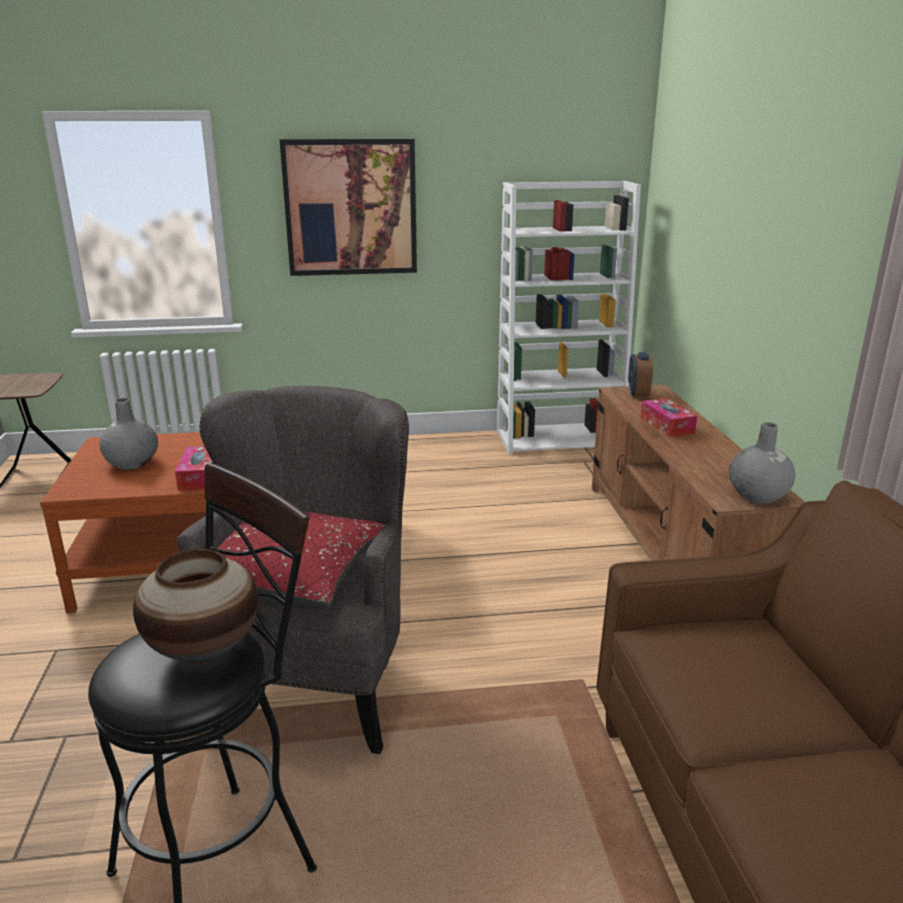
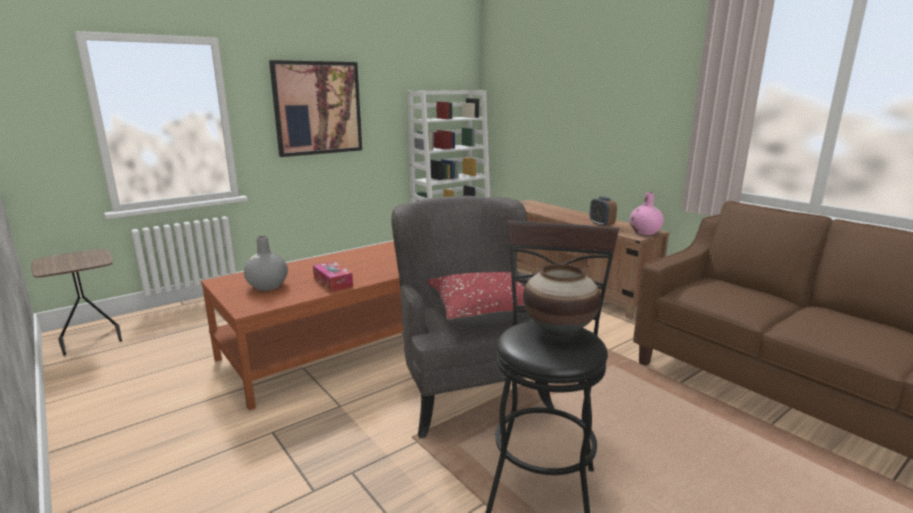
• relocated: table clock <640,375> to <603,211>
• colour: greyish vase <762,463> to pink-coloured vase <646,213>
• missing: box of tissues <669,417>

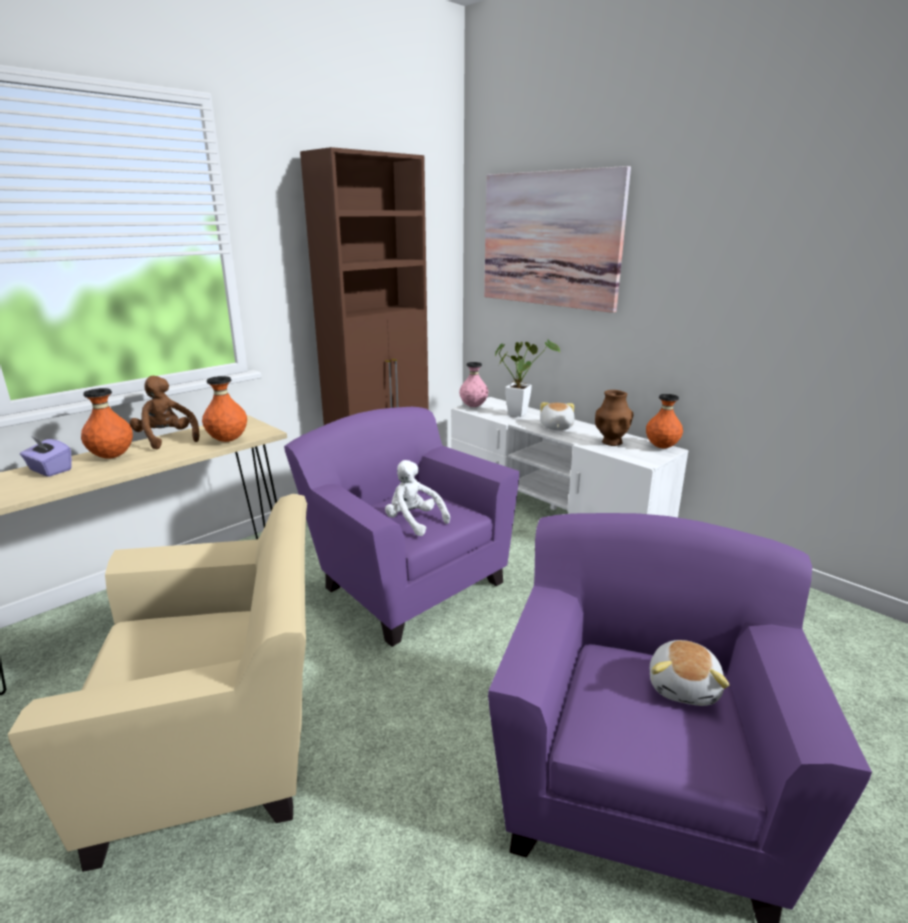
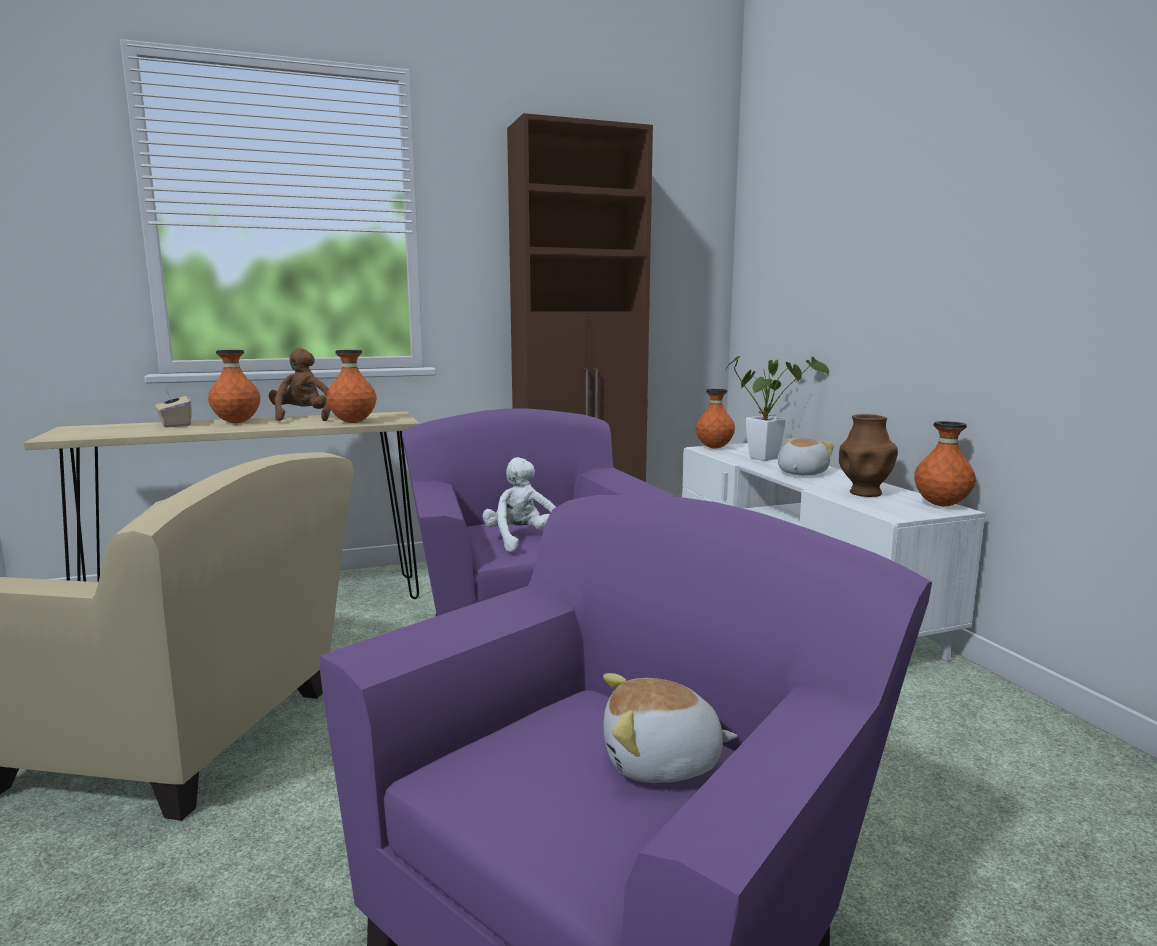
• colour: purple-coloured box of tissues <46,457> to beige box of tissues <173,408>
• spun: cuddly toy <689,673> = <670,728> 45 degrees clockwise
• colour: pink-coloured vase <473,384> to orange-coloured vase <715,419>
• missing: wall picture <557,239>

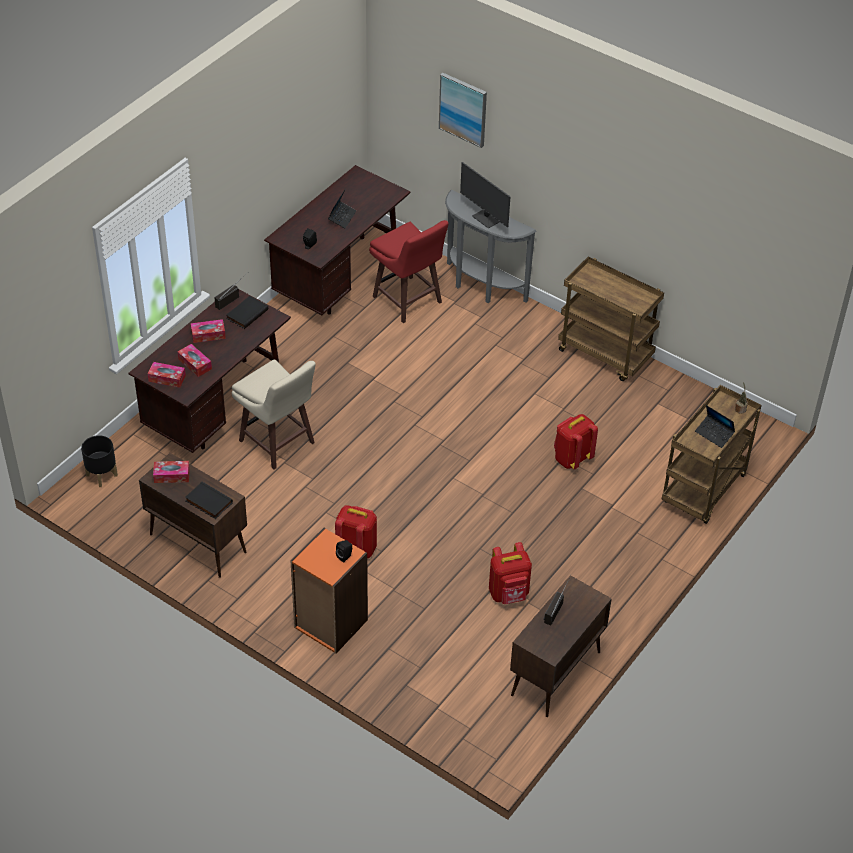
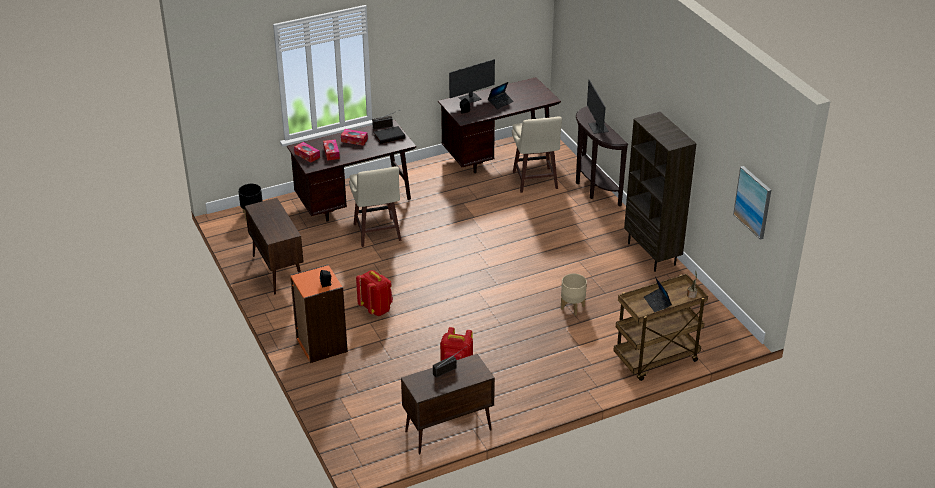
• appeared: computer display <472,81>
• colour: red stool <409,271> to beige stool <537,155>
• exchanged: red rucksack <576,441> to beige flower pot <574,294>
• colour: greyish hall table <491,247> to brown-coloured hall table <602,156>
• exchanged: brown-coloured cart <611,319> to brown-coloured bookcase <660,192>
• relocated: wall picture <463,110> to <752,203>
• missing: box of tissues <171,472>
• missing: blackish bound book <209,500>

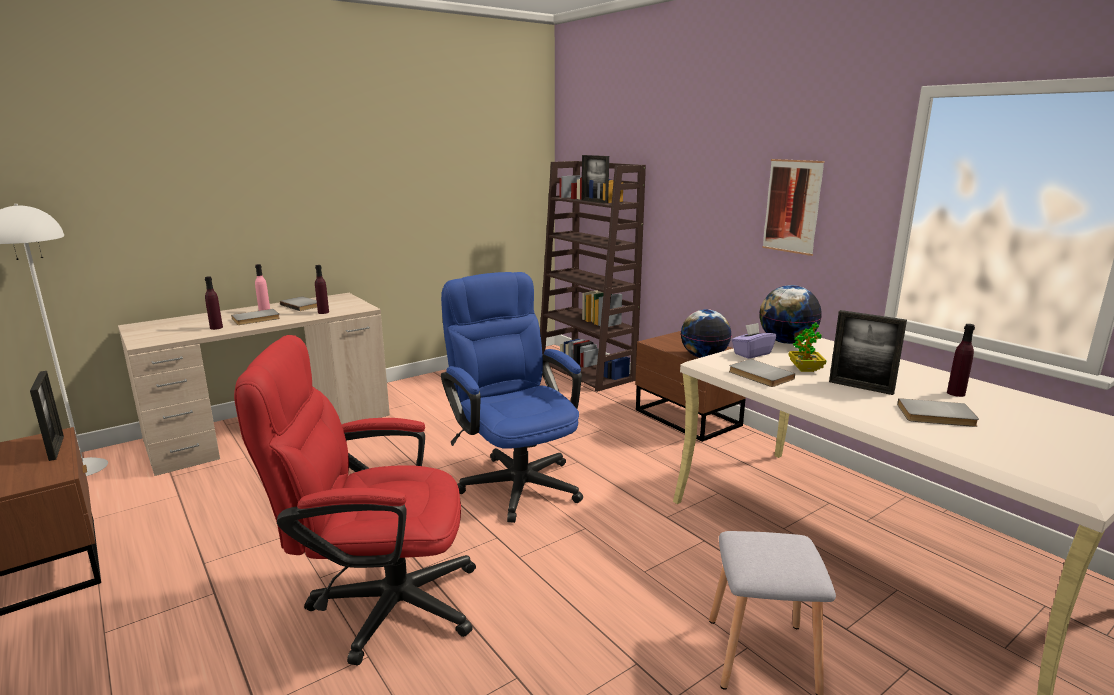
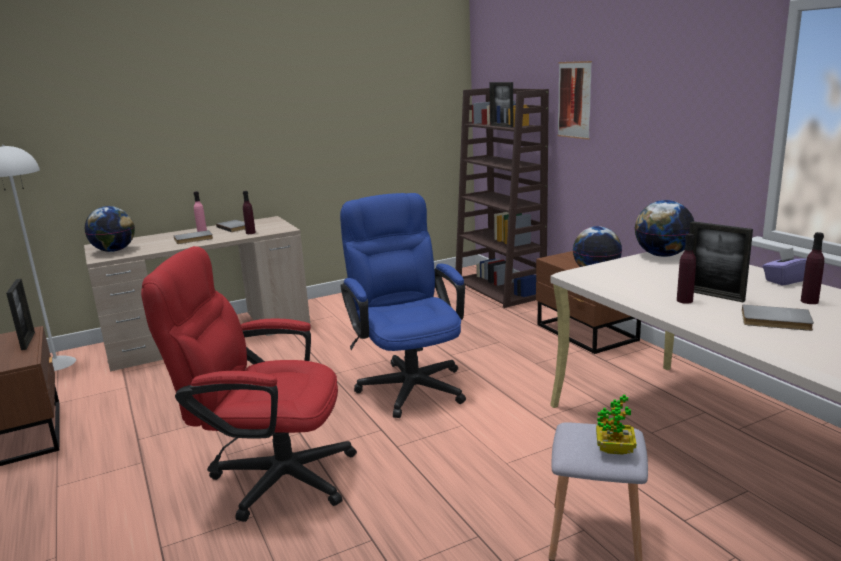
• appeared: desk globe <110,229>
• relocated: wall picture <793,207> to <575,100>
• relocated: plant in a pot <807,347> to <616,424>
• relocated: purple-coloured beverage bottle <214,303> to <686,269>
• relocated: purple-coloured box of tissues <754,341> to <785,267>
• missing: greyish bound book <762,373>

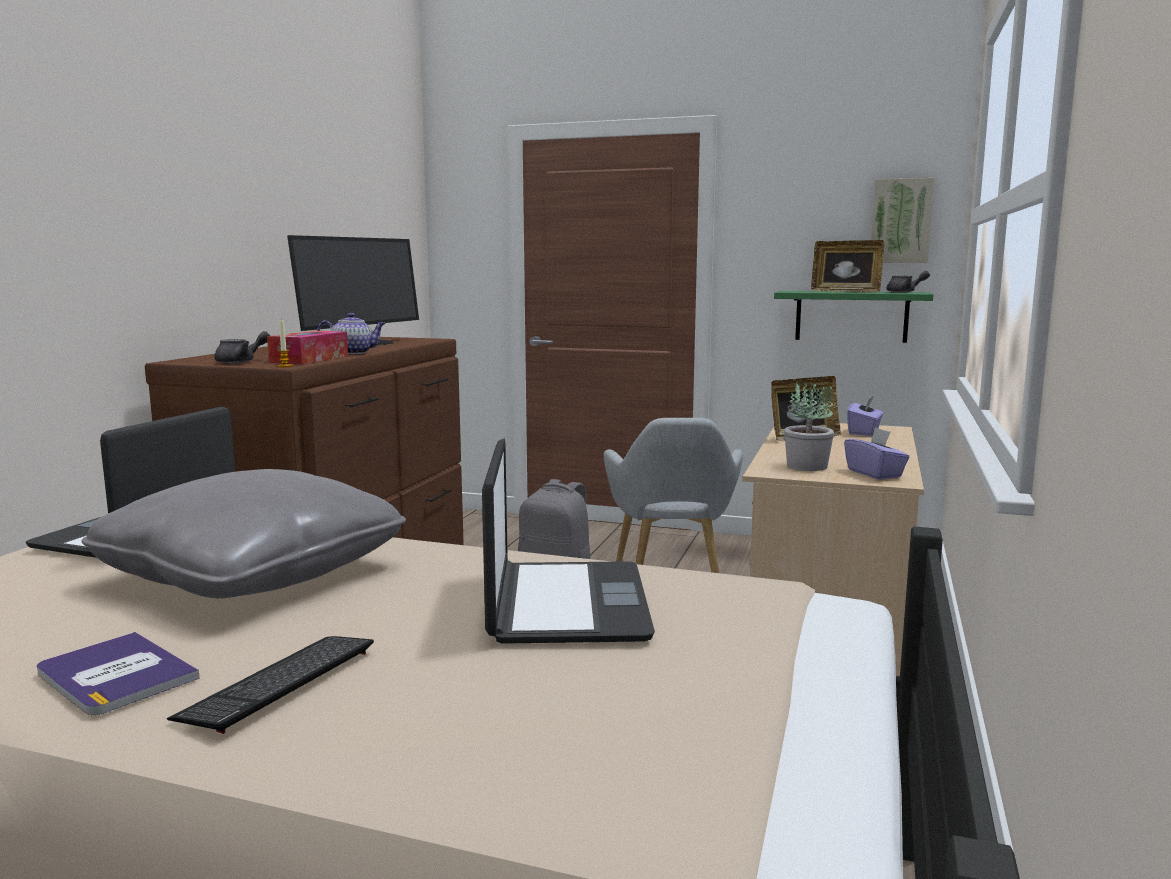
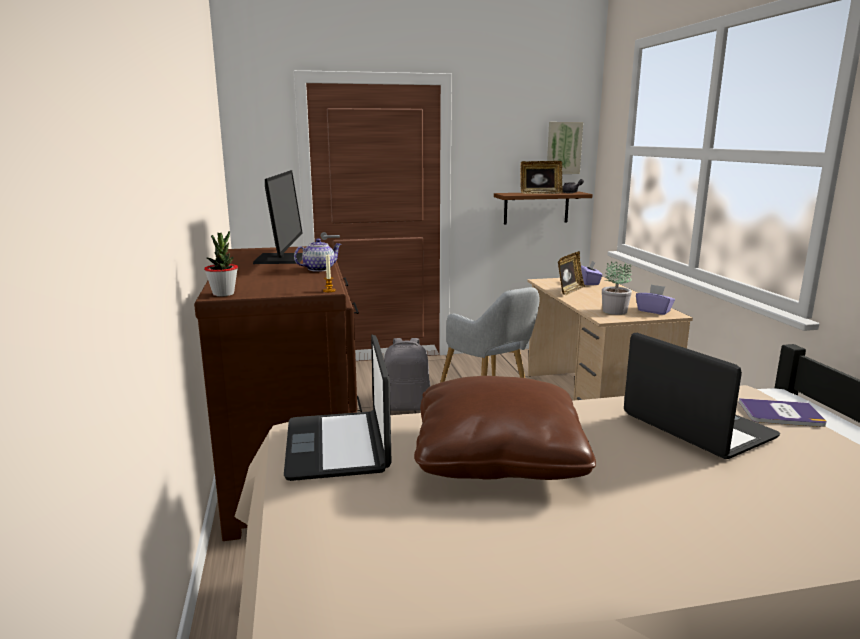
• appeared: plant in a pot <221,264>
• colour: greyish cushion <244,533> to brown-coloured cushion <505,428>
• colour: green-coloured bracket shelf <853,317> to brown-coloured bracket shelf <543,208>
• relocated: bound book <118,673> to <783,412>
• missing: keyboard <270,685>
• missing: greyish teapot <242,347>
• missing: box of tissues <307,347>

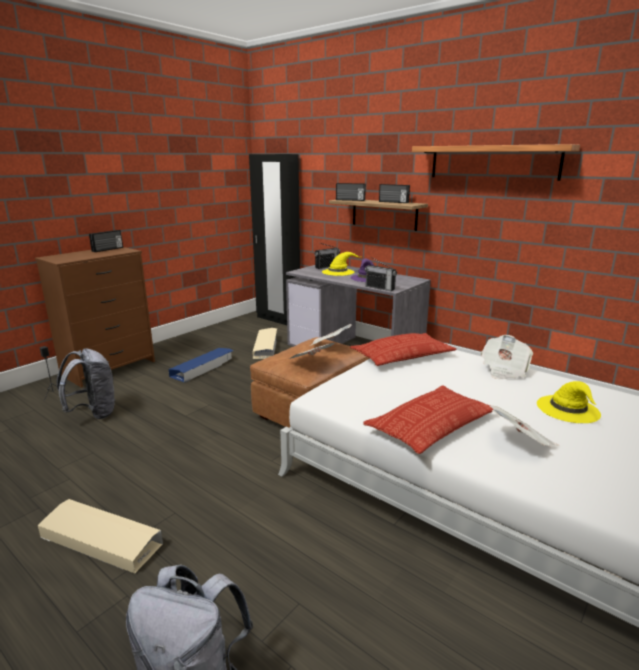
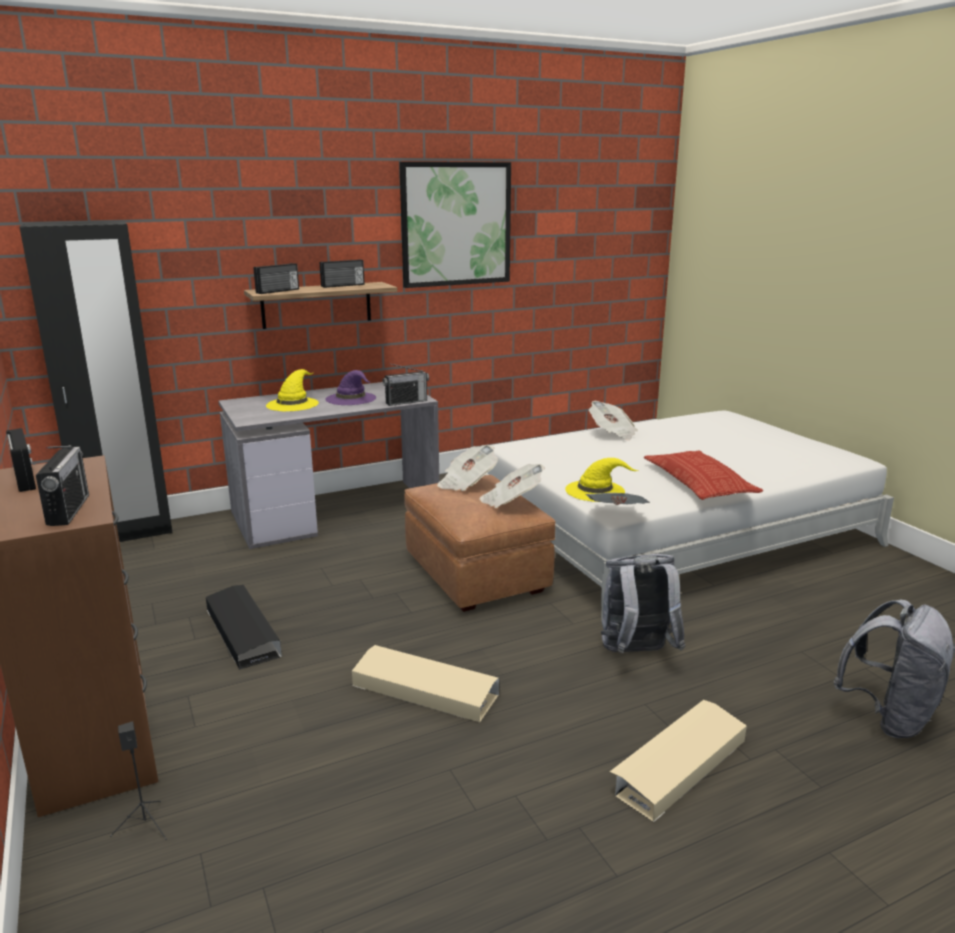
• relocated: radio set <327,256> to <62,485>
• colour: blue-coloured storage box <200,365> to blackish storage box <244,627>
• relocated: beige storage box <265,343> to <425,683>
• exchanged: bracket shelf <496,162> to wall picture <455,225>
• relocated: yellow wearable hat <569,402> to <602,480>
• relocated: printed paper <524,426> to <617,499>
• relocated: greyish rucksack <86,384> to <643,603>
• missing: cushion <403,349>

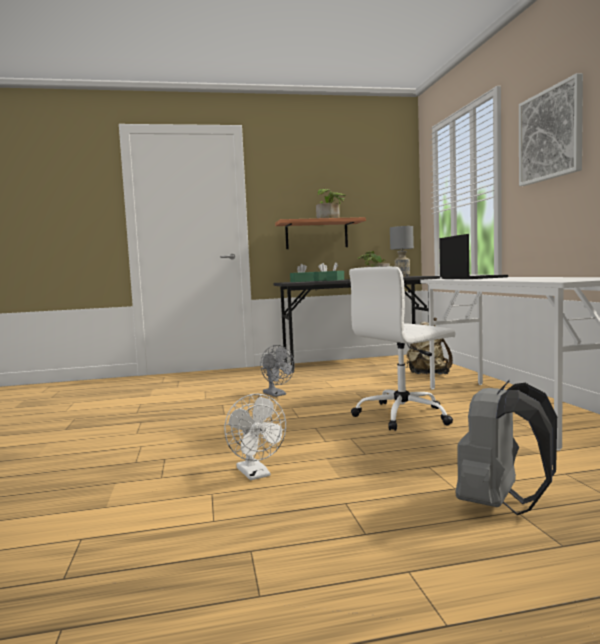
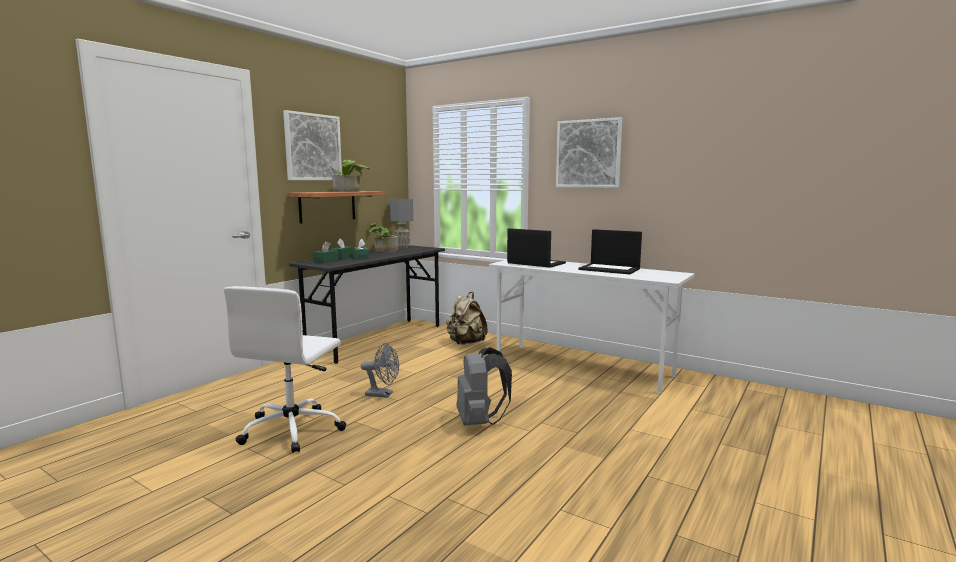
• relocated: white desk chair <402,348> to <285,369>
• appeared: wall picture <312,145>
• relocated: greyish rucksack <506,447> to <484,386>
• appeared: laptop <610,251>
• missing: white cooling fan <255,437>

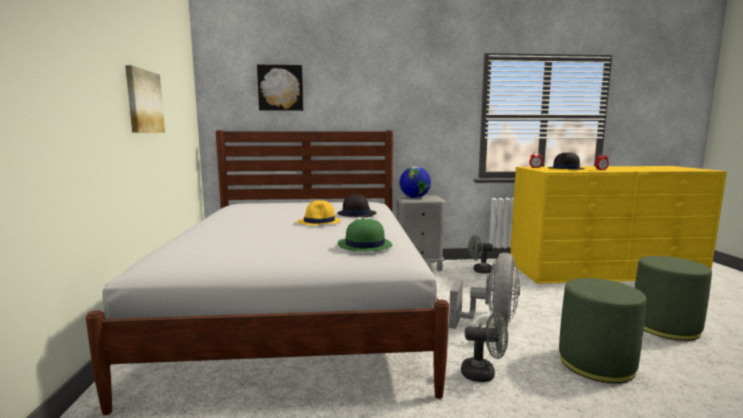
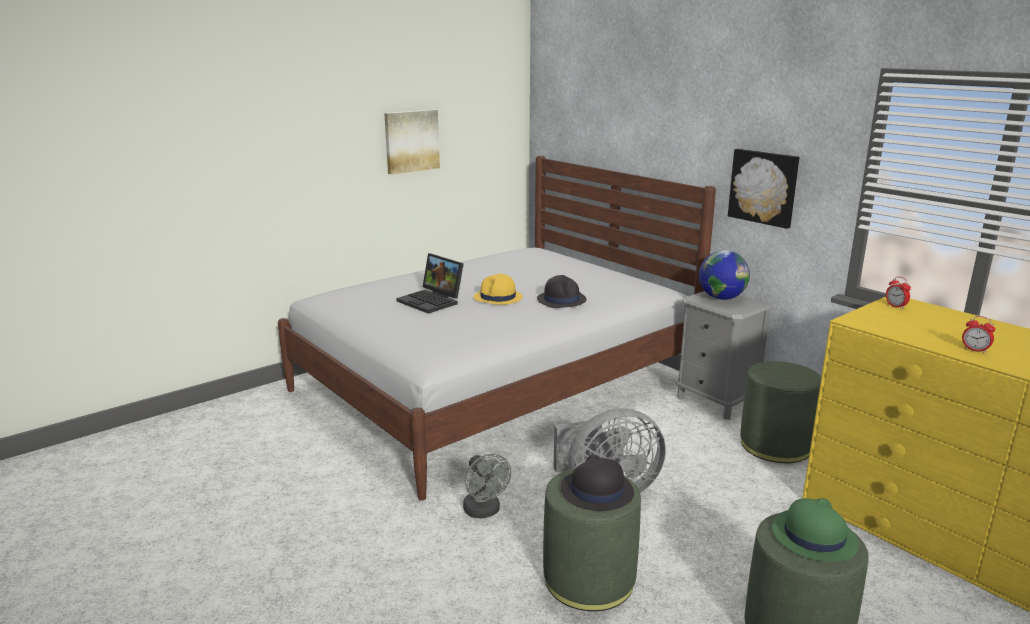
• appeared: laptop <430,283>
• relocated: blackish wearable hat <566,161> to <597,482>
• relocated: wall picture <280,88> to <763,189>
• exchanged: greyish cooling fan <480,254> to green-coloured footrest <780,412>
• relocated: green-coloured wearable hat <365,234> to <815,530>

